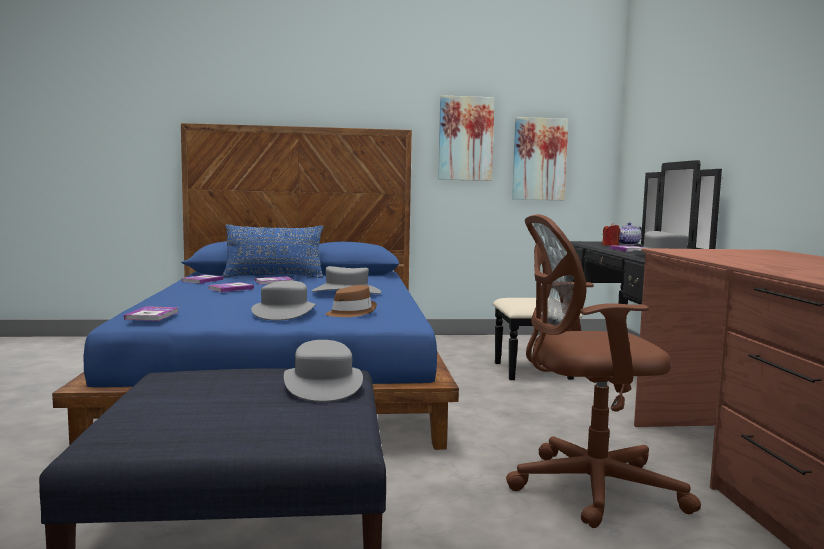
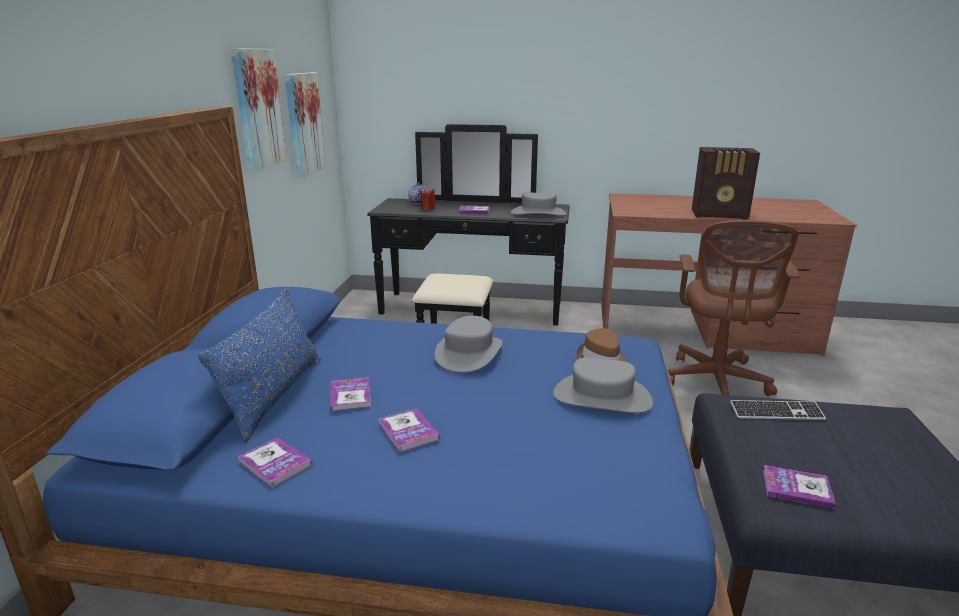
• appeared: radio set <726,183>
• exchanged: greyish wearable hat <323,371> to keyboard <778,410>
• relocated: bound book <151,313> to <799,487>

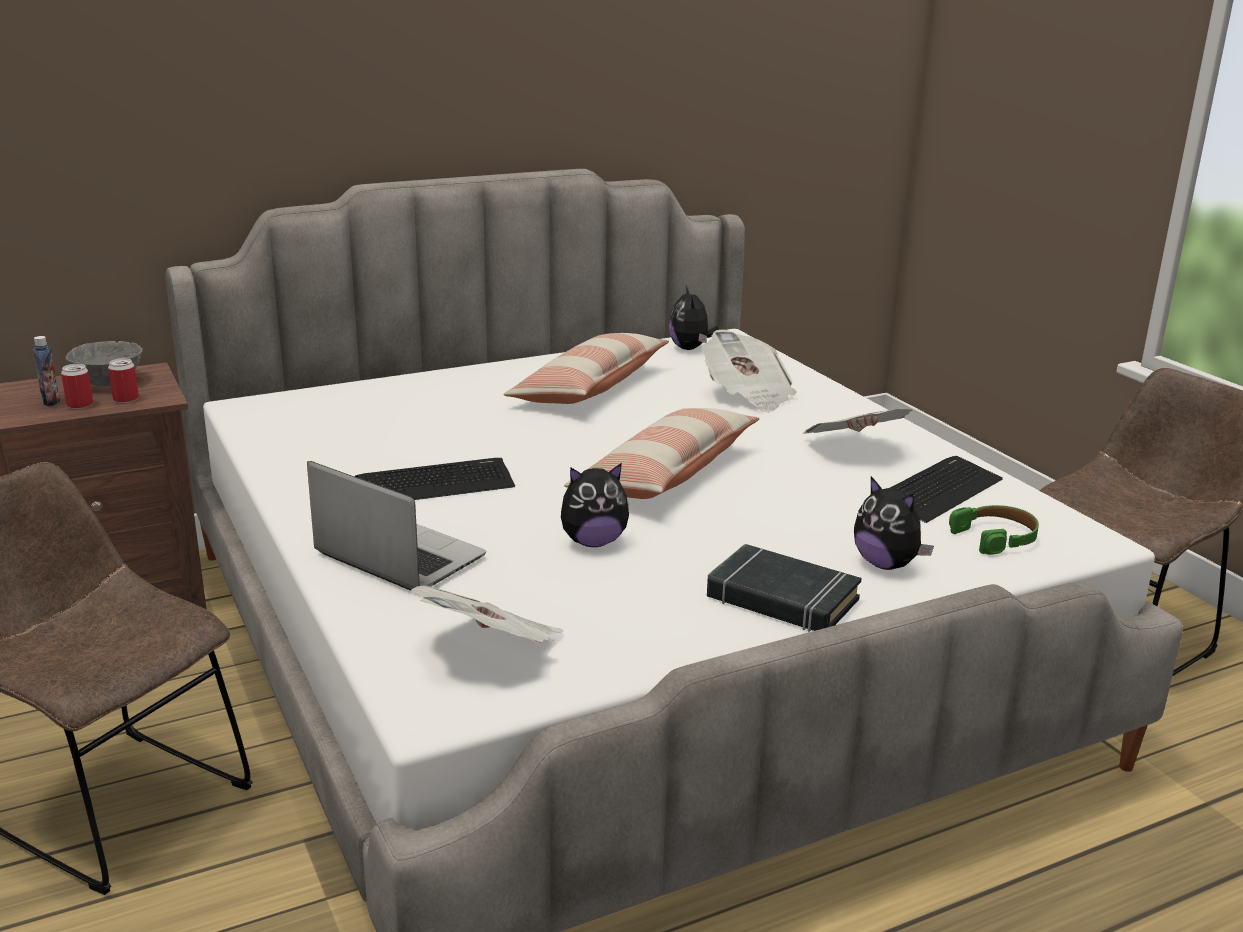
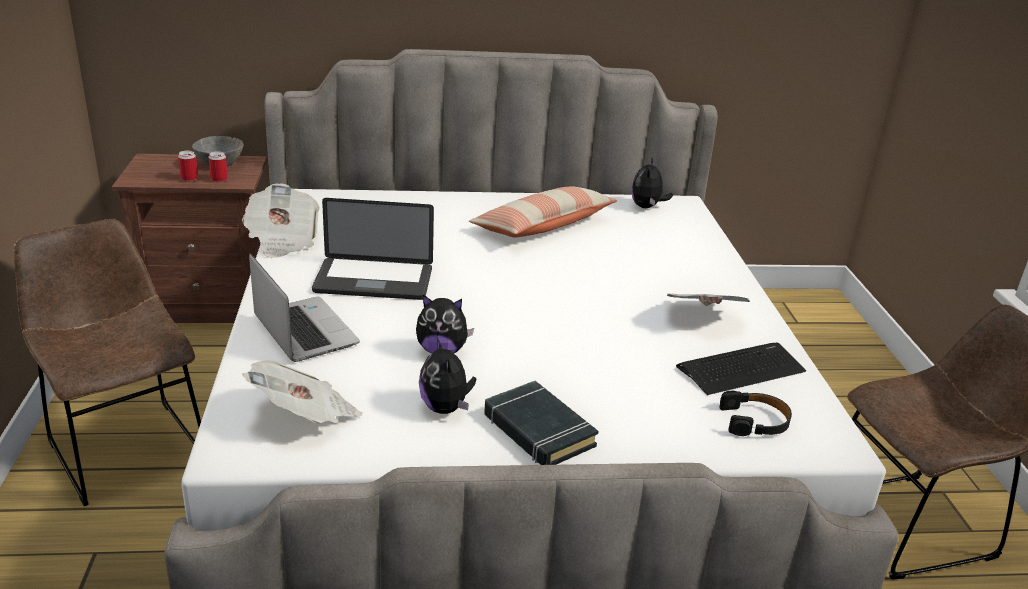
• relocated: printed paper <749,371> to <281,220>
• exchanged: keyboard <434,479> to laptop <373,249>
• relocated: cuddly toy <894,523> to <447,376>
• colour: green-coloured headset <994,530> to blackish headset <755,413>
• missing: beverage bottle <46,371>
• missing: cushion <661,453>

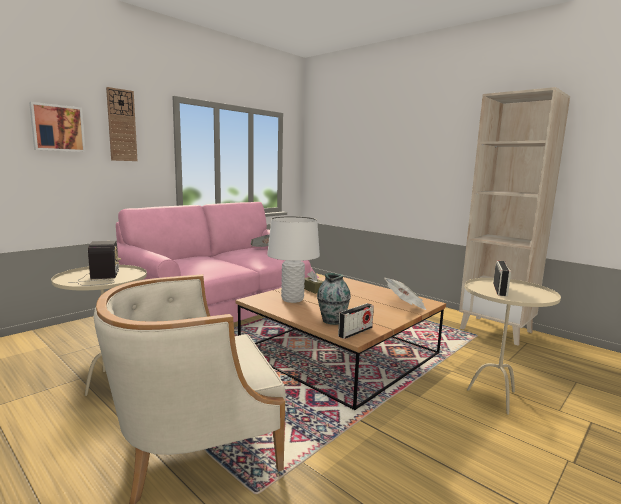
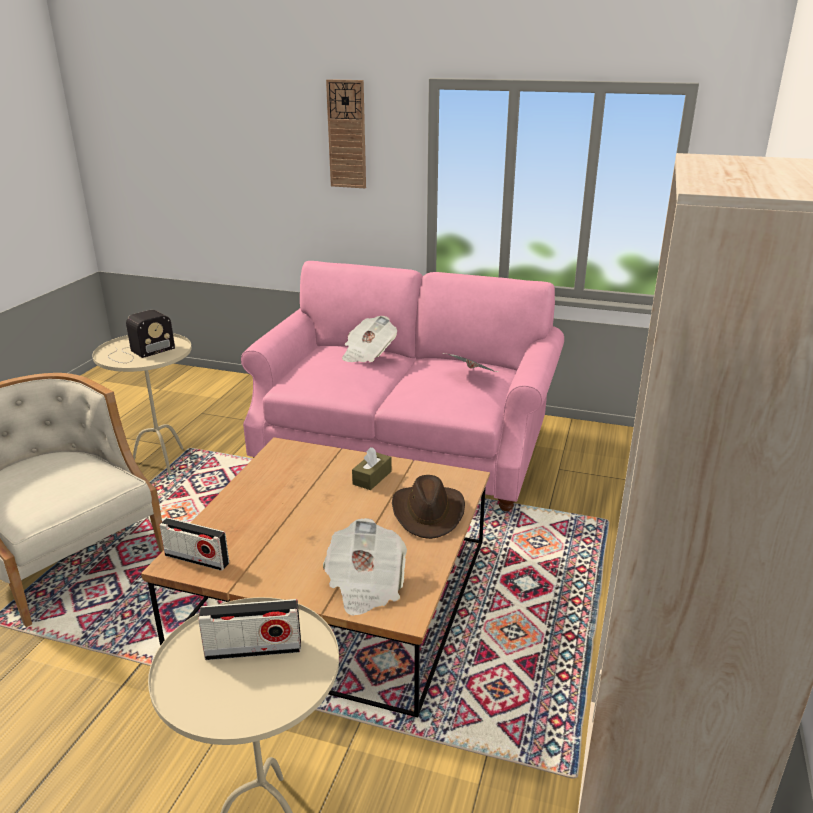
• appeared: printed paper <369,339>
• appeared: brown-coloured wearable hat <428,507>
• missing: wall picture <57,127>
• missing: white tabletop lamp <293,259>
• missing: vase <334,299>

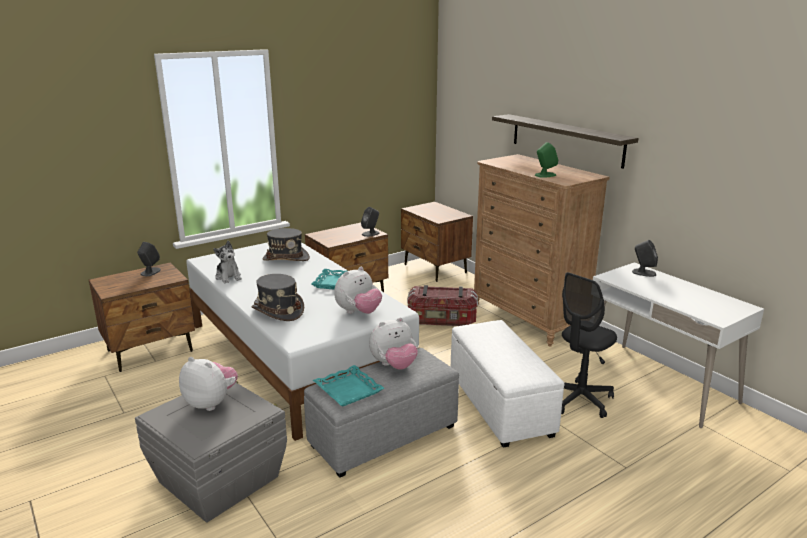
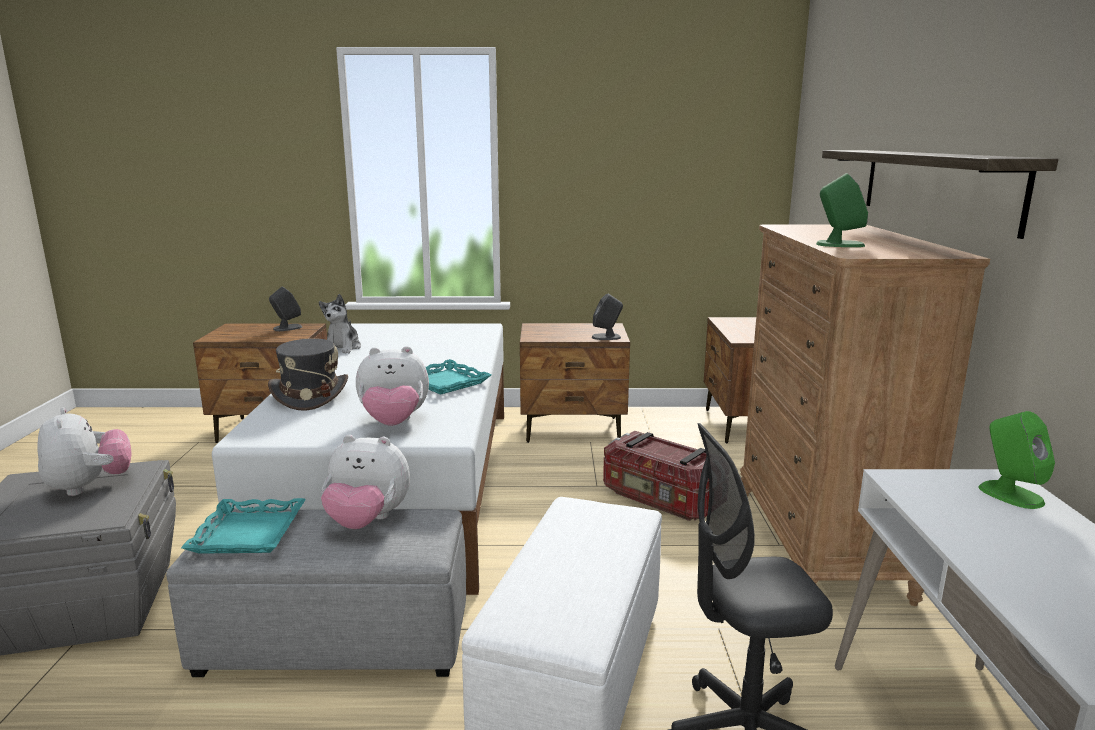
• colour: greyish loudspeaker <645,258> to green-coloured loudspeaker <1017,460>
• missing: greyish wearable hat <286,244>

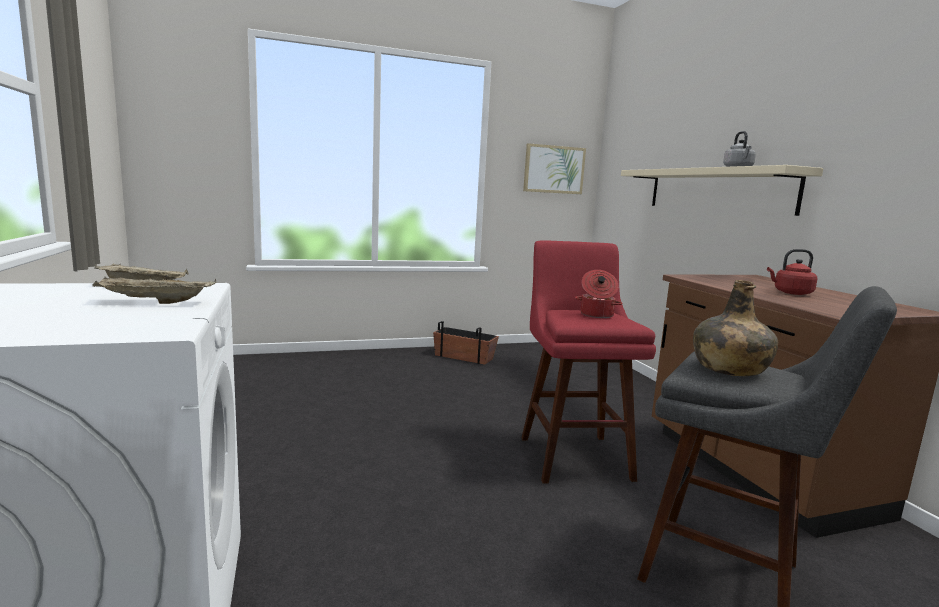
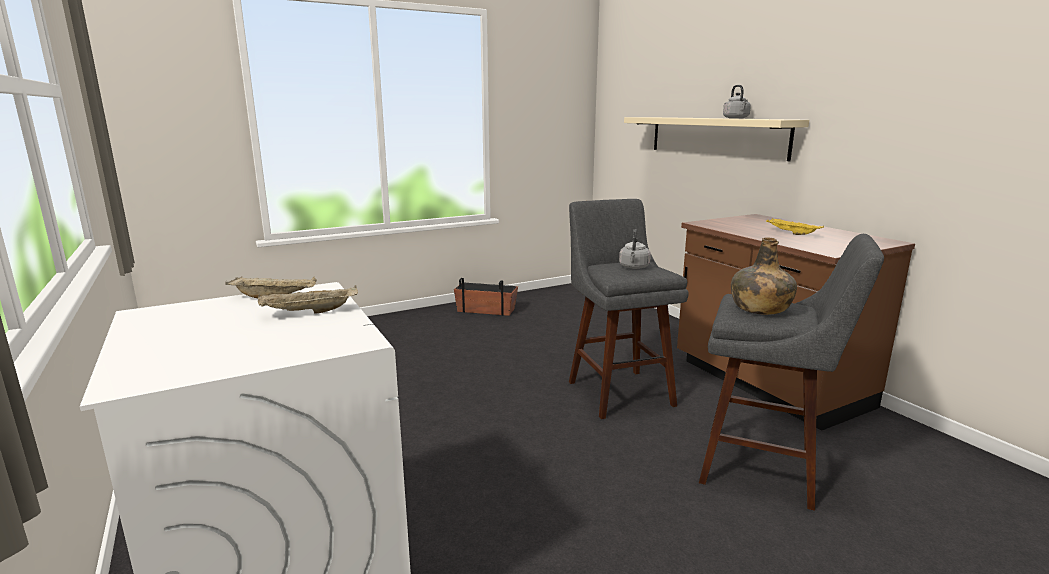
• colour: red stool <588,362> to greyish stool <629,309>
• exchanged: stockpot <598,294> to greyish water kettle <635,249>
• exchanged: red water kettle <792,272> to yellow carrying tray <795,226>
• missing: wall picture <554,168>

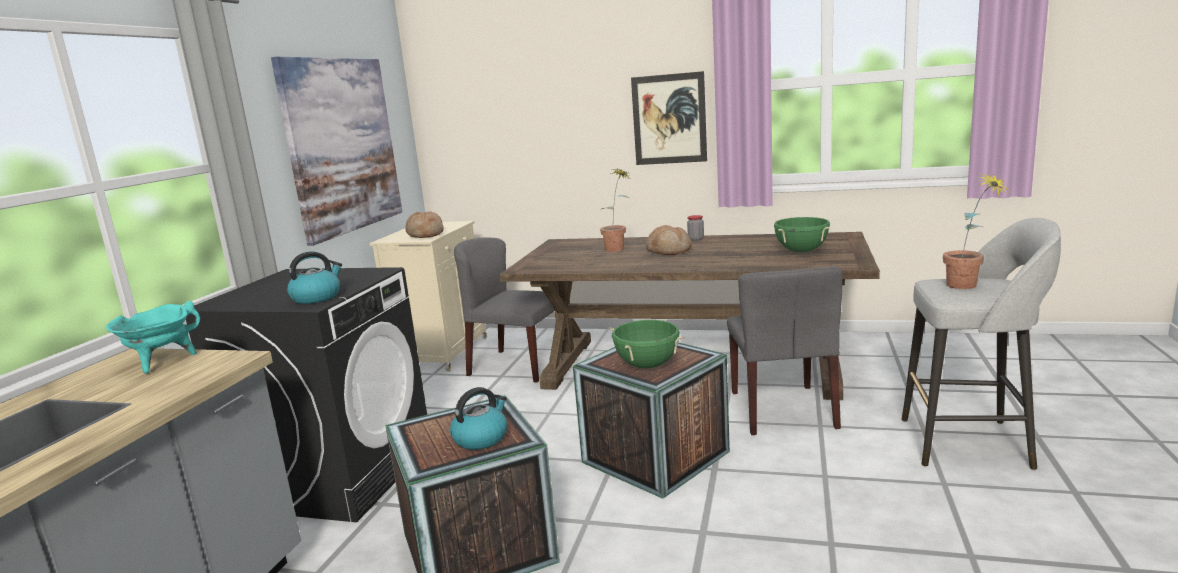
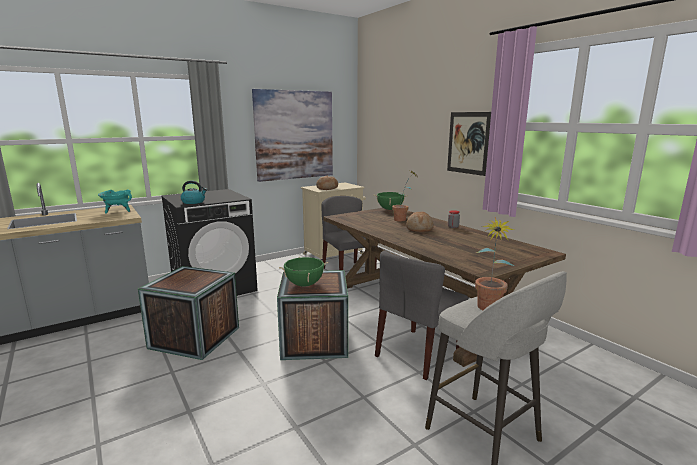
• relocated: green-coloured stockpot <802,234> to <391,201>
• missing: water kettle <478,418>

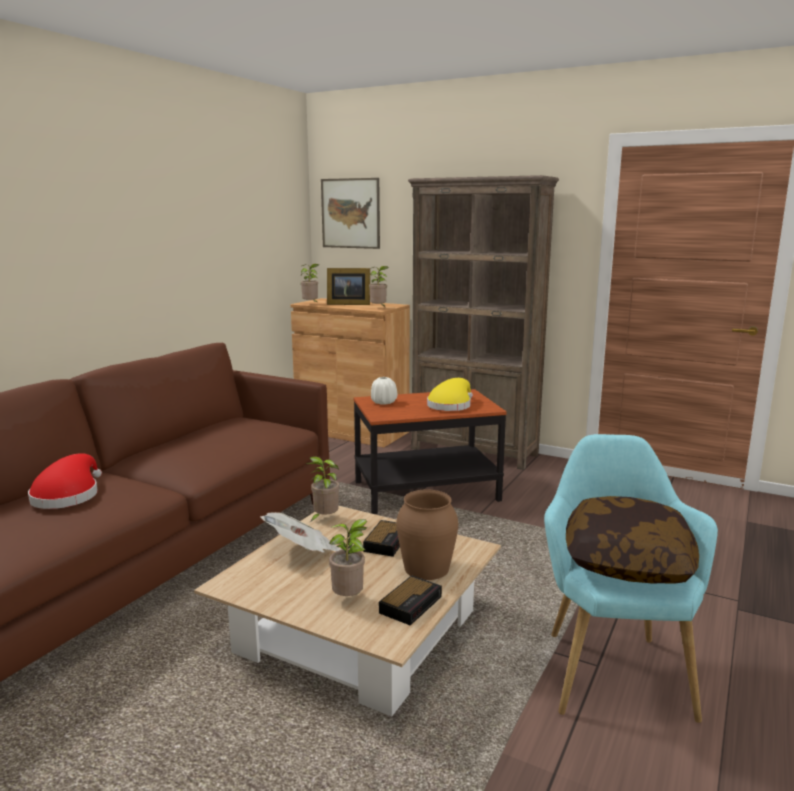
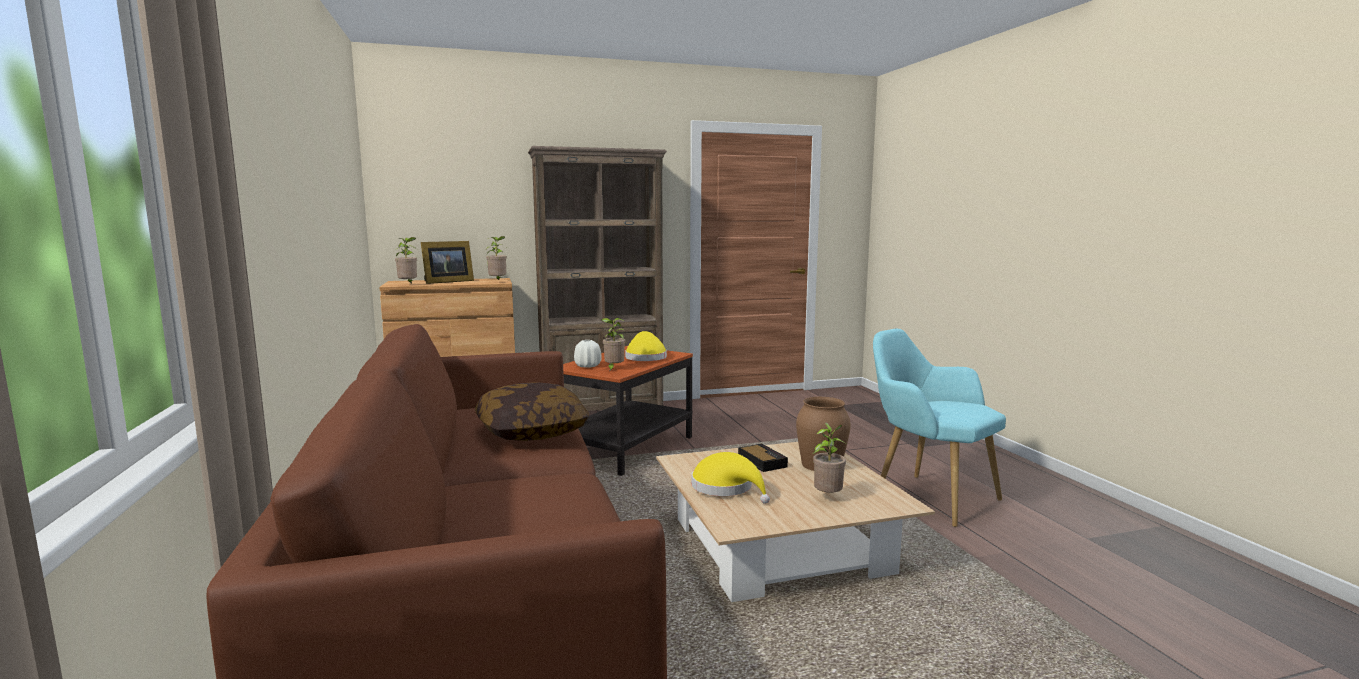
• relocated: cushion <632,540> to <532,411>
• relocated: plant in a pot <323,489> to <613,345>
• exchanged: printed paper <301,532> to yellow wearable hat <730,478>
• missing: red wearable hat <65,481>
• missing: wall picture <350,213>
• missing: table clock <410,600>

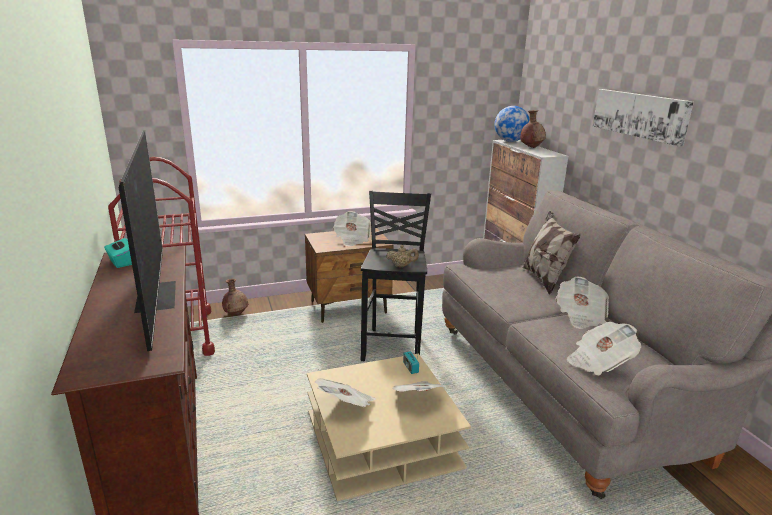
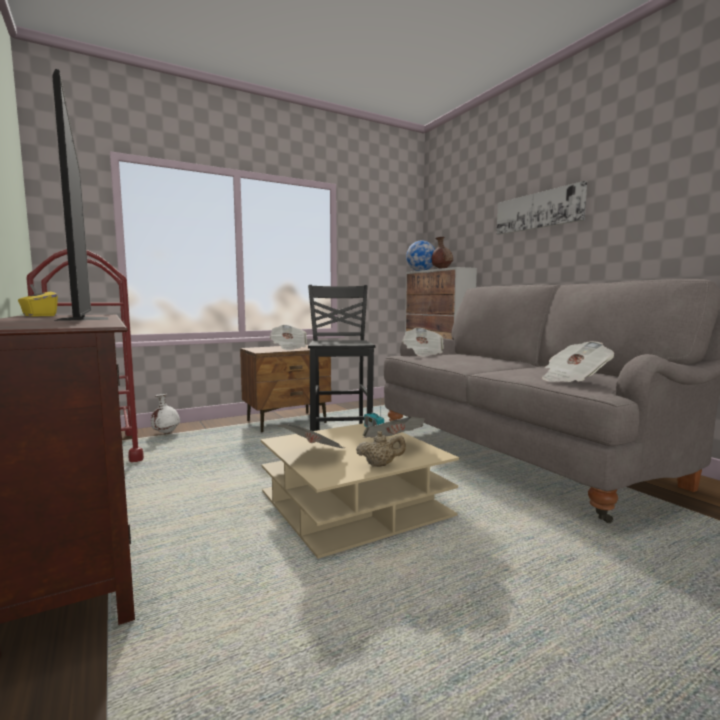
• colour: turquoise-coloured box of tissues <118,252> to yellow box of tissues <38,300>
• colour: brown-coloured vase <235,297> to white vase <165,413>
• relocated: beige teapot <402,256> to <381,449>
• relocated: printed paper <582,303> to <423,342>
• missing: cushion <551,253>

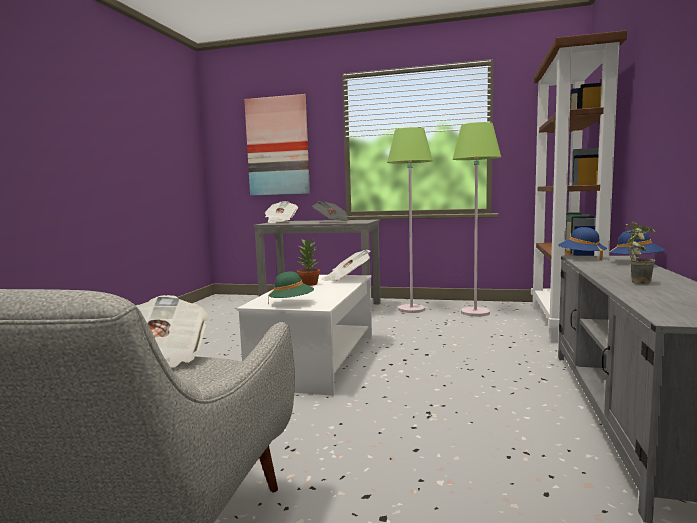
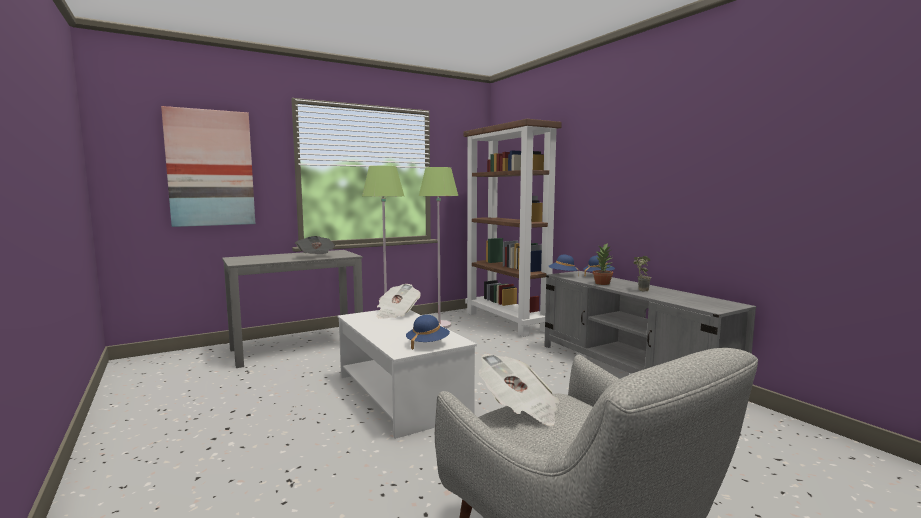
• colour: green-coloured wearable hat <291,288> to blue-coloured wearable hat <428,332>
• relocated: plant in a pot <308,262> to <603,264>
• missing: printed paper <281,212>

